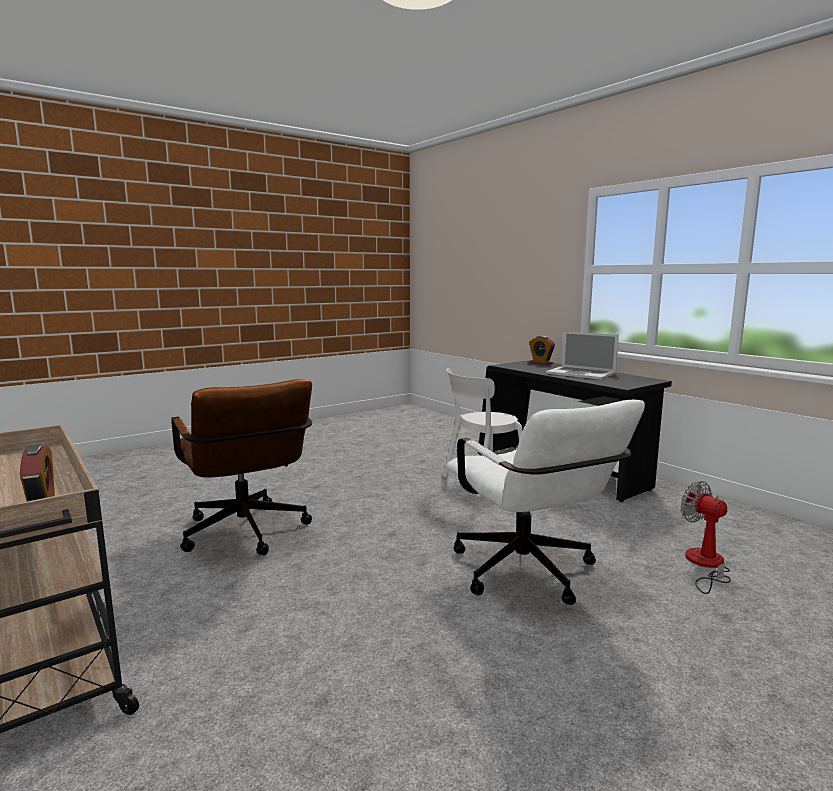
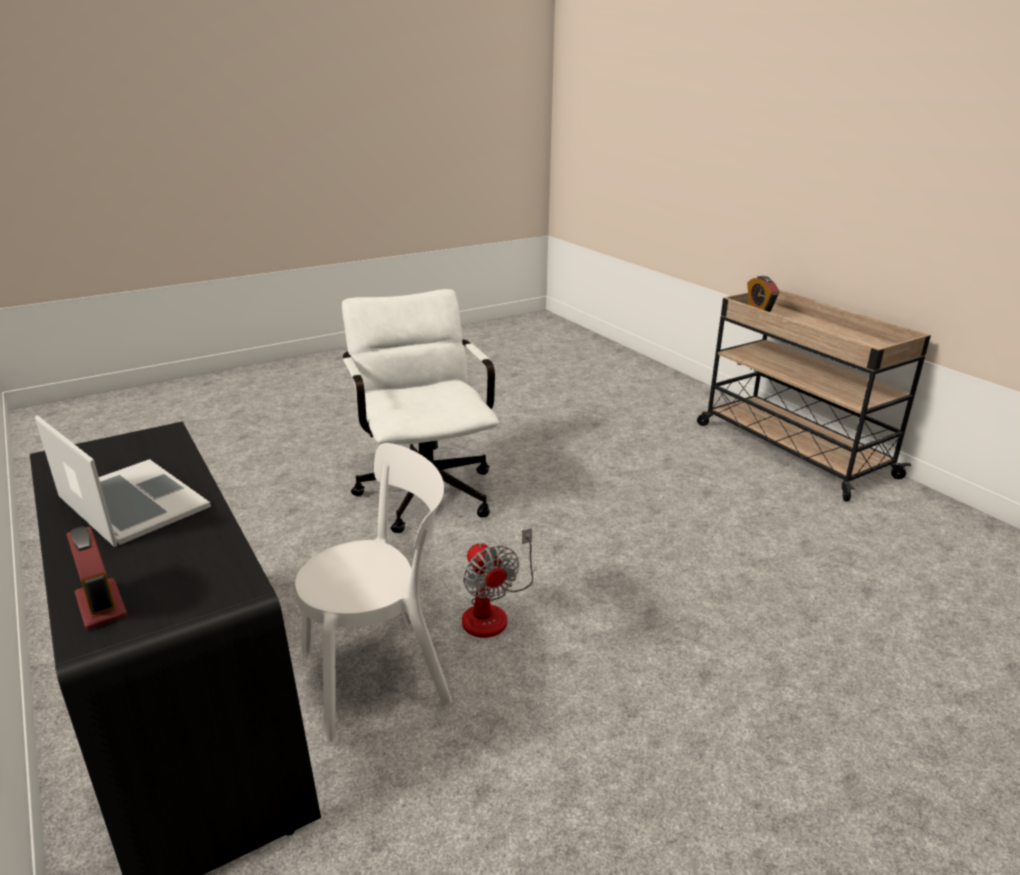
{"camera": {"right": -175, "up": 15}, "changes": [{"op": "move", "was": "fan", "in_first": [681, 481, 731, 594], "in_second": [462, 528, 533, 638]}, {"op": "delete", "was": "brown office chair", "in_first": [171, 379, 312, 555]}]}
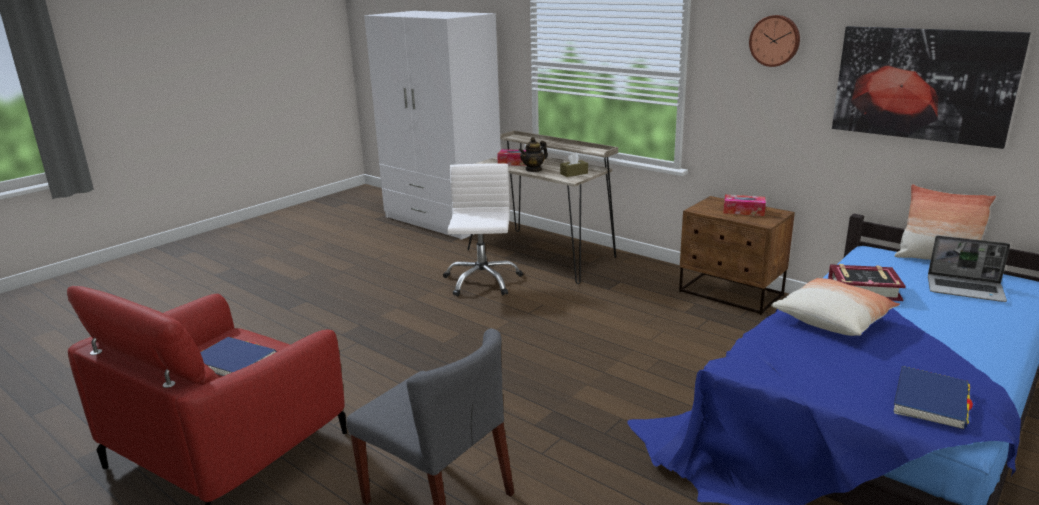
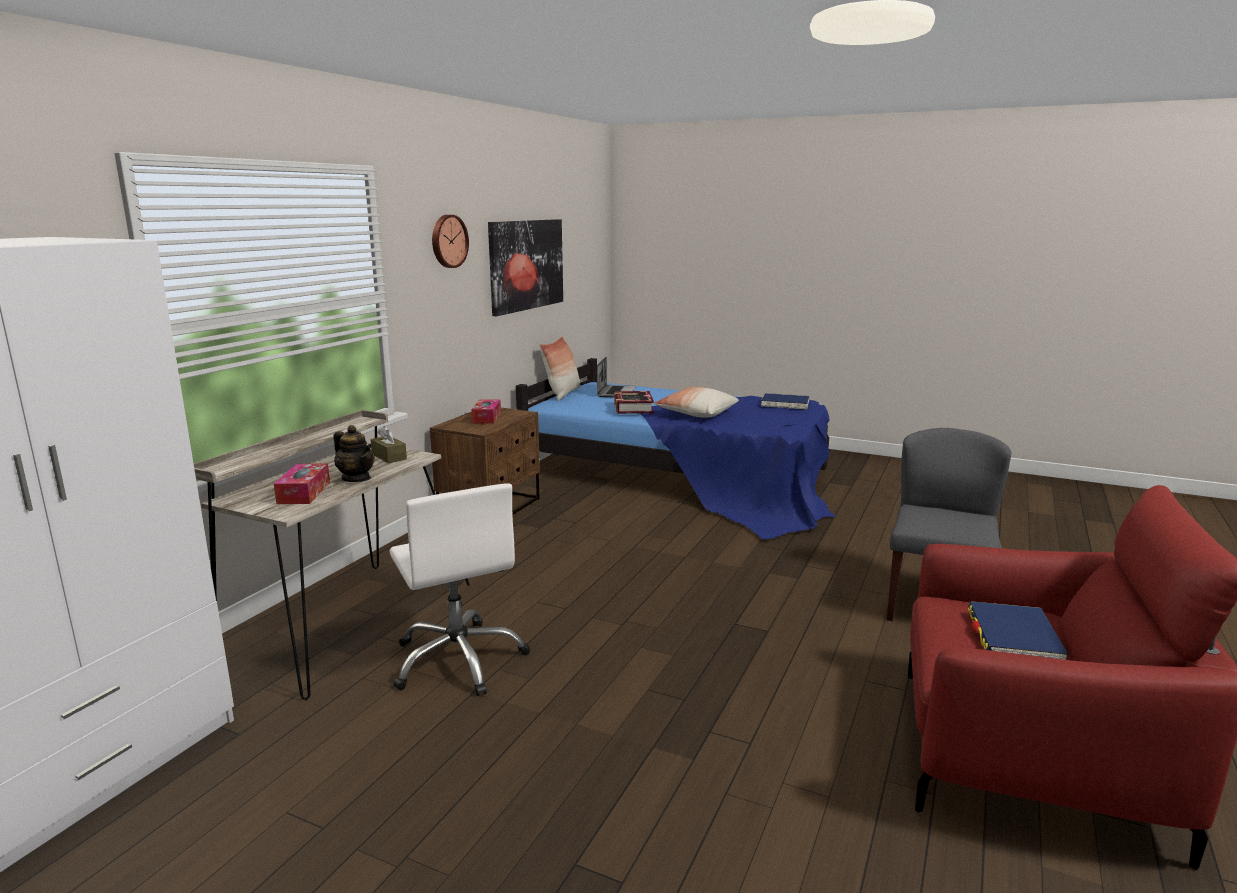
{"camera": {"right": -105, "up": -5}, "changes": [{"op": "rotate", "was": "white office chair", "in_first": [443, 164, 523, 296], "in_second": [389, 483, 530, 696], "clockwise": -105}]}
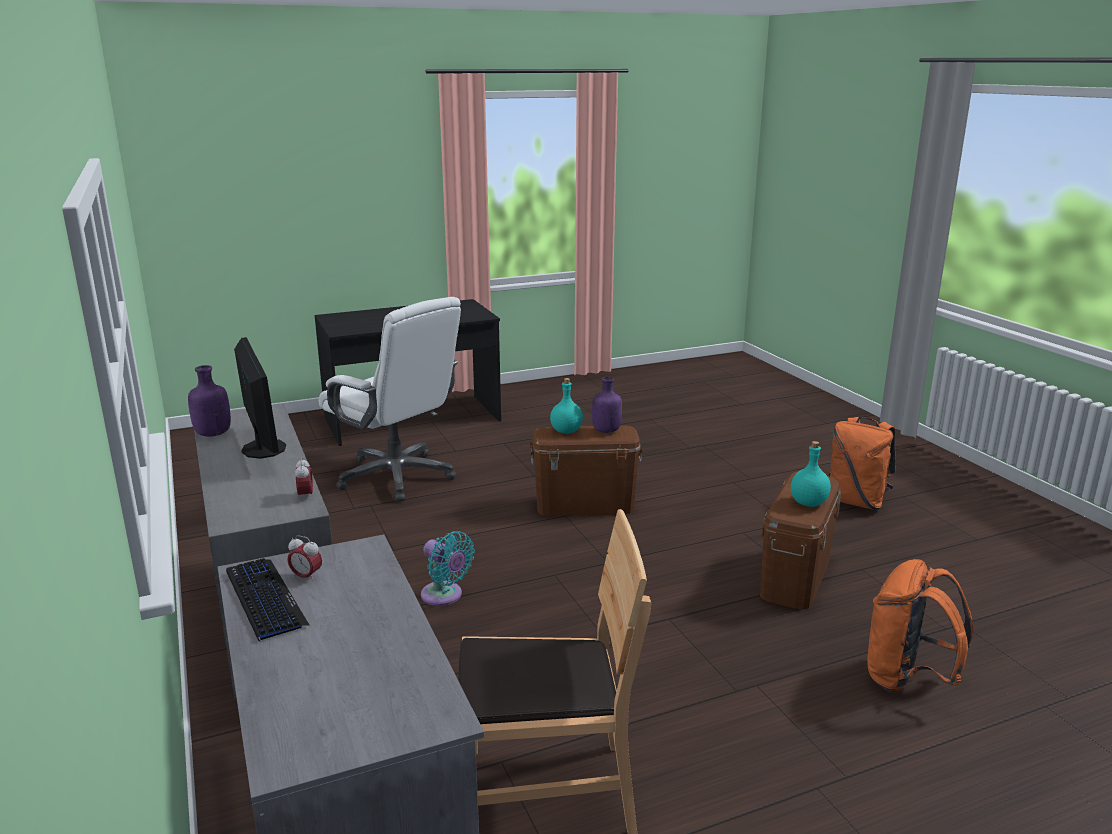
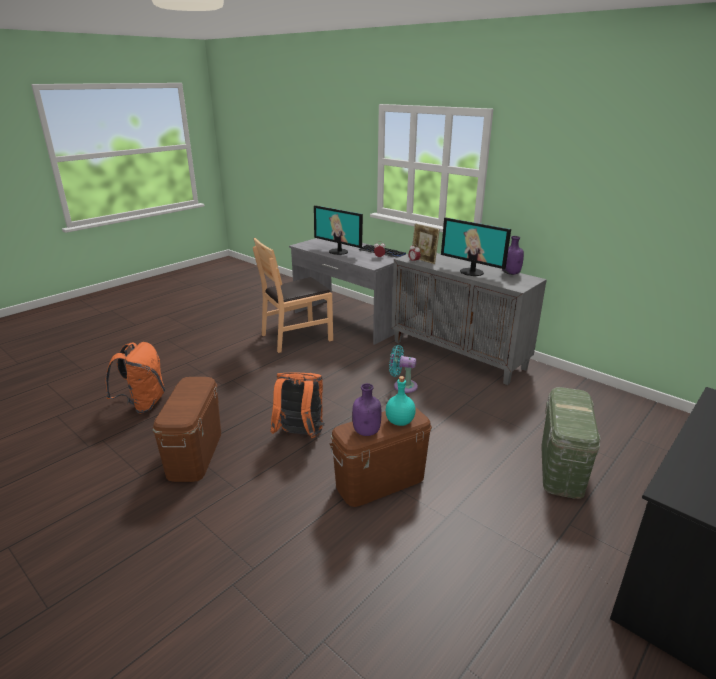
{"camera": {"right": 155, "up": 5}, "changes": [{"op": "move", "was": "orange backpack", "in_first": [829, 417, 896, 510], "in_second": [270, 372, 324, 438]}, {"op": "insert", "now": "monitor", "in_second": [314, 205, 363, 255]}, {"op": "insert", "now": "picture frame", "in_second": [412, 223, 440, 264]}, {"op": "replace", "was": "white office chair", "now": "green storage box", "in_first": [319, 297, 461, 502], "in_second": [541, 387, 601, 499]}, {"op": "delete", "was": "turquoise bottle", "in_first": [791, 441, 831, 507]}]}
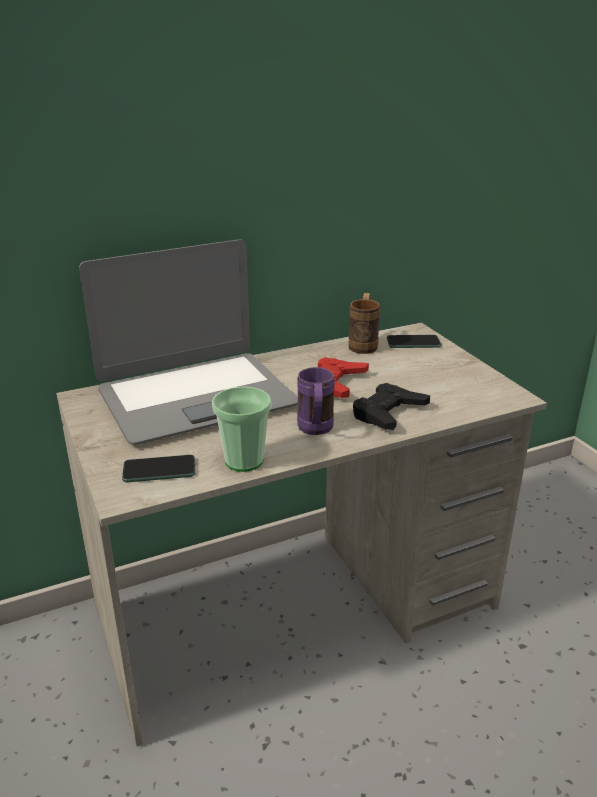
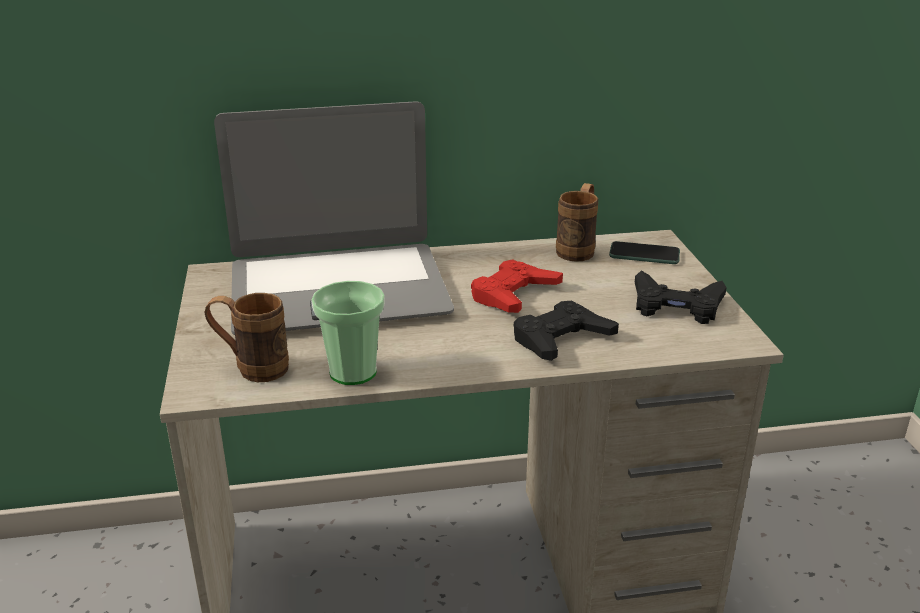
{"camera": {"right": 15, "up": 0}, "changes": [{"op": "replace", "was": "phone", "now": "brown mug", "in_first": [122, 455, 196, 482], "in_second": [204, 293, 289, 382]}, {"op": "insert", "now": "black game controller", "in_second": [635, 271, 727, 324]}, {"op": "delete", "was": "purple mug", "in_first": [297, 367, 335, 435]}]}
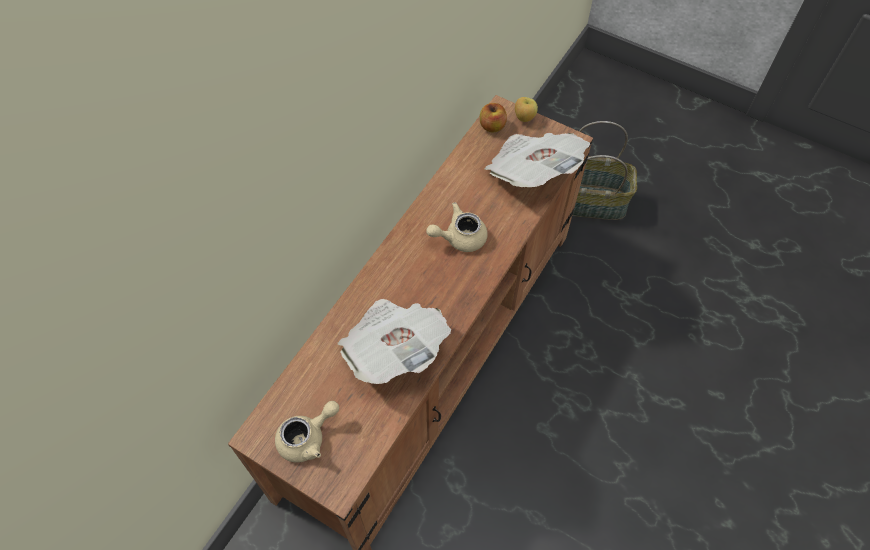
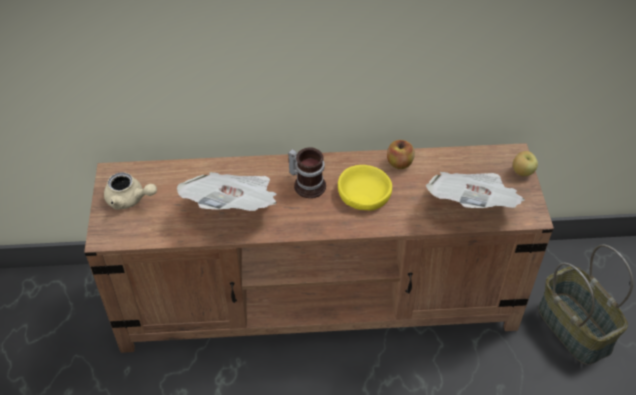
{"camera": {"right": 55, "up": -10}, "changes": [{"op": "insert", "now": "mug", "in_second": [288, 147, 326, 198]}, {"op": "replace", "was": "beige teapot", "now": "yellow bowl", "in_first": [426, 202, 488, 252], "in_second": [338, 165, 392, 211]}, {"op": "move", "was": "apple", "in_first": [480, 103, 507, 132], "in_second": [387, 140, 414, 169]}]}
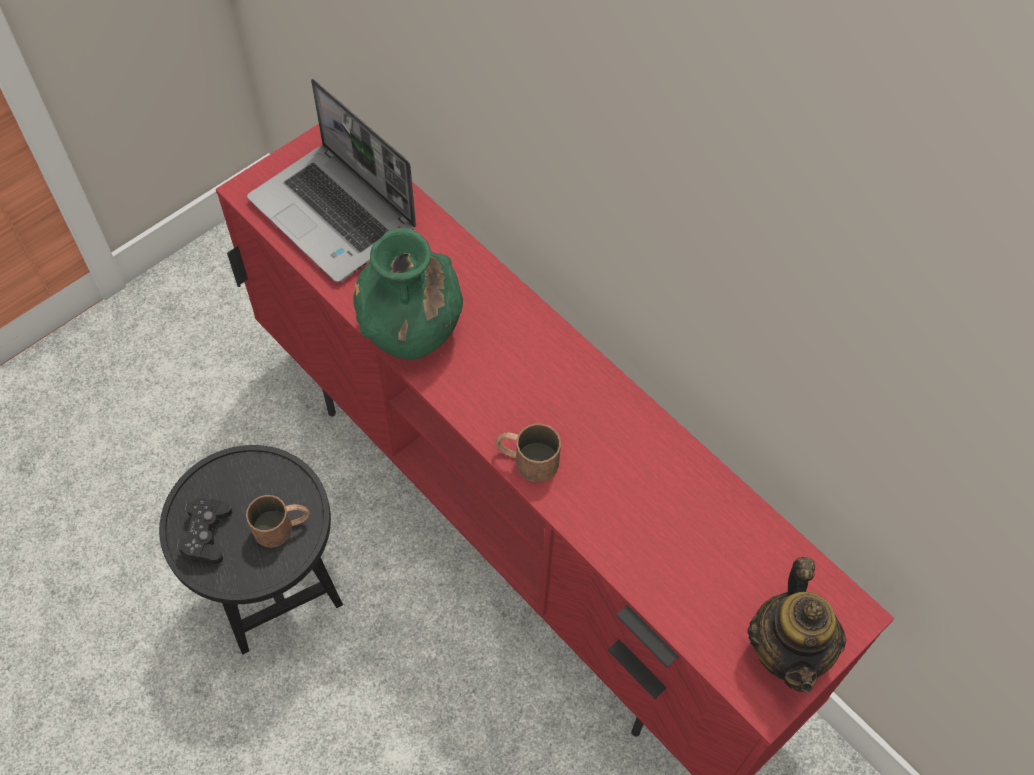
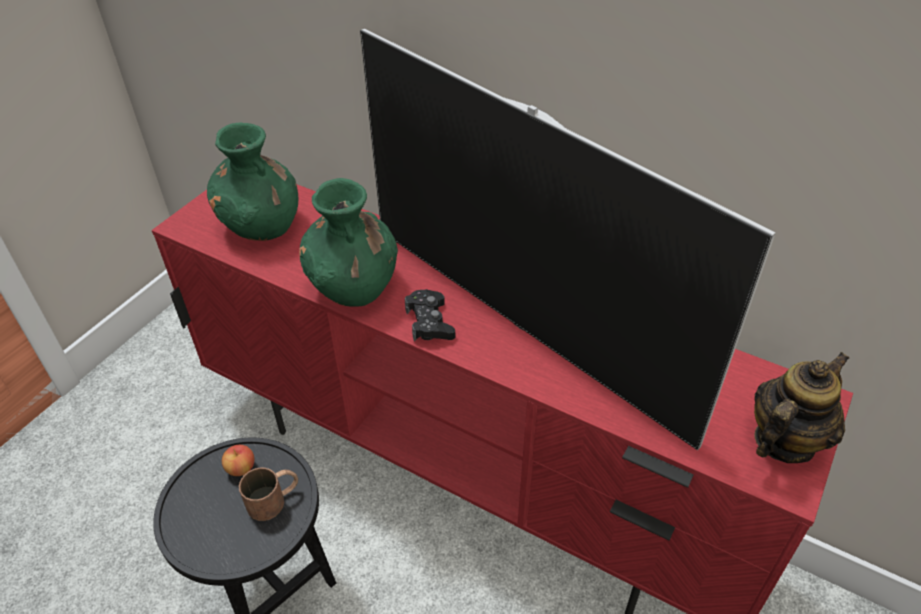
{"camera": {"right": -15, "up": -15}, "changes": [{"op": "replace", "was": "laptop", "now": "green vase", "in_first": [247, 79, 416, 282], "in_second": [207, 123, 298, 241]}, {"op": "insert", "now": "apple", "in_second": [222, 445, 255, 476]}, {"op": "insert", "now": "television", "in_second": [360, 29, 775, 450]}, {"op": "move", "was": "black game controller", "in_first": [177, 498, 232, 564], "in_second": [405, 289, 455, 342]}, {"op": "rotate", "was": "teapot", "in_first": [747, 557, 847, 692], "in_second": [754, 352, 849, 463], "clockwise": -120}, {"op": "delete", "was": "brown mug", "in_first": [495, 424, 561, 482]}]}
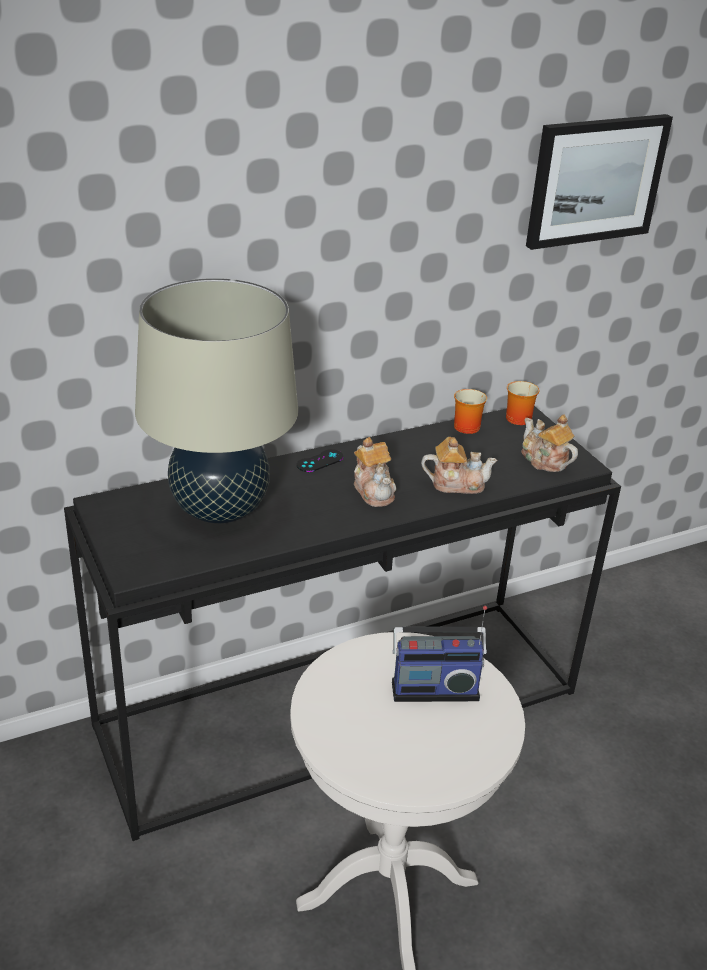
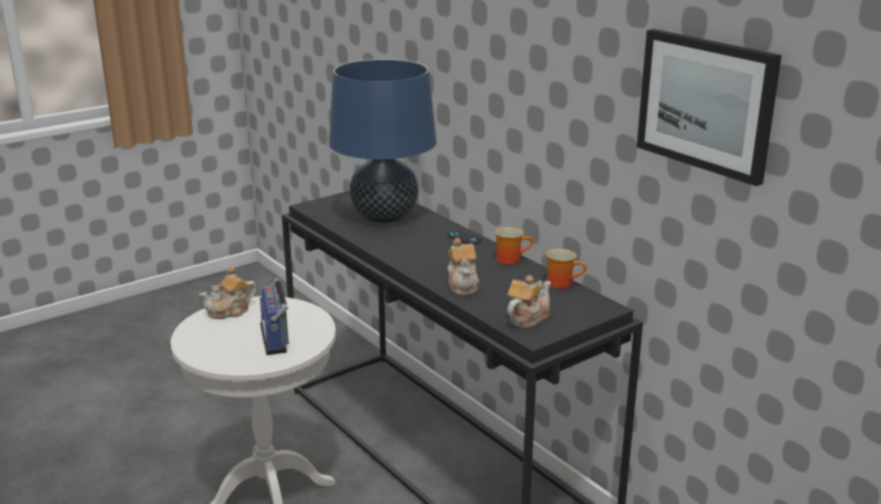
{"camera": {"right": 80, "up": -10}, "changes": [{"op": "move", "was": "teapot", "in_first": [354, 437, 397, 507], "in_second": [199, 267, 256, 319]}, {"op": "recolor", "was": "beige table lamp", "now": "blue table lamp", "in_first": [135, 278, 298, 523], "in_second": [329, 59, 437, 224]}, {"op": "move", "was": "mug", "in_first": [506, 381, 540, 425], "in_second": [495, 227, 533, 265]}]}
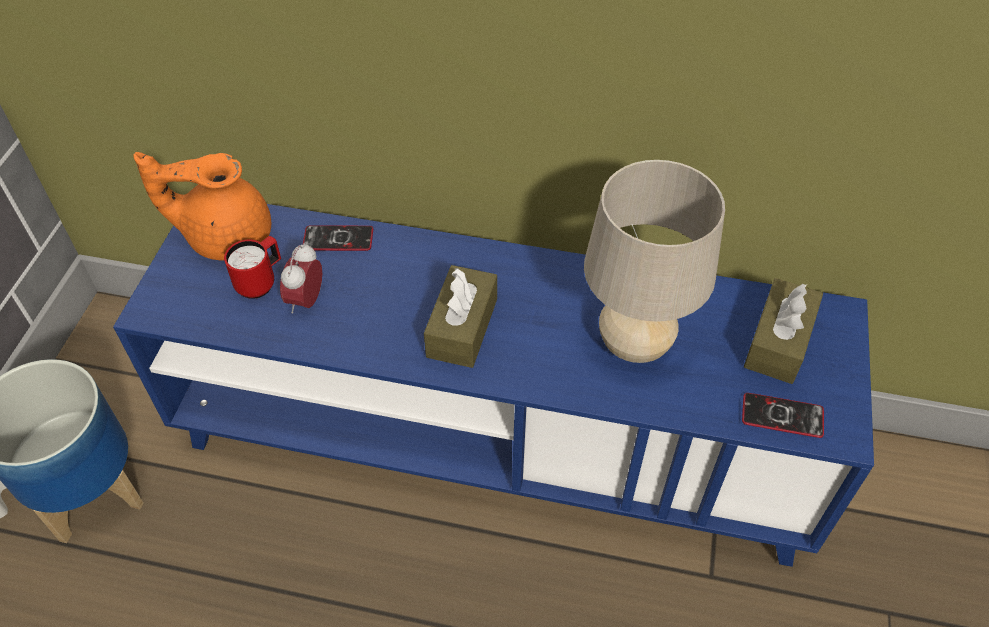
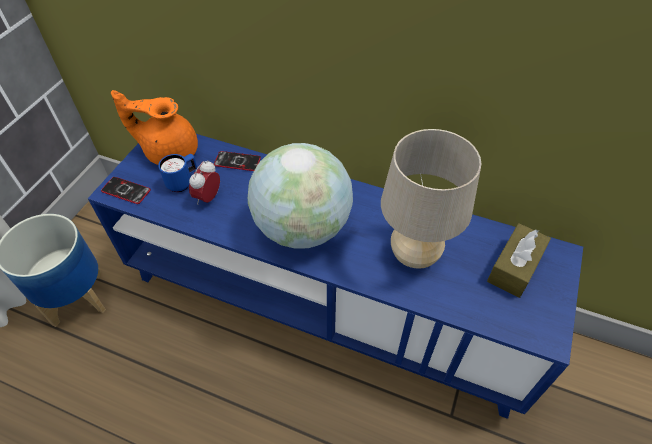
{"camera": {"right": 10, "up": 0}, "changes": [{"op": "move", "was": "phone", "in_first": [742, 393, 824, 438], "in_second": [101, 177, 151, 204]}, {"op": "recolor", "was": "red mug", "now": "blue mug", "in_first": [224, 236, 281, 299], "in_second": [158, 154, 197, 192]}, {"op": "replace", "was": "brown tissue box", "now": "globe", "in_first": [424, 265, 497, 368], "in_second": [248, 143, 353, 249]}]}
